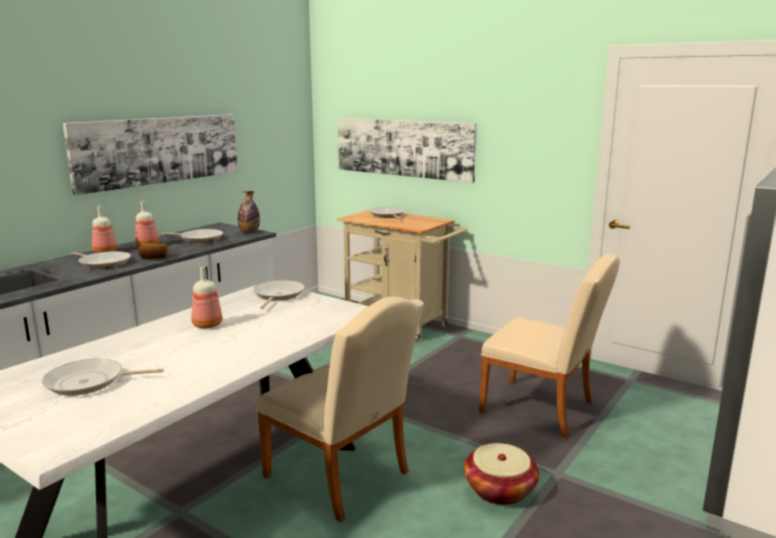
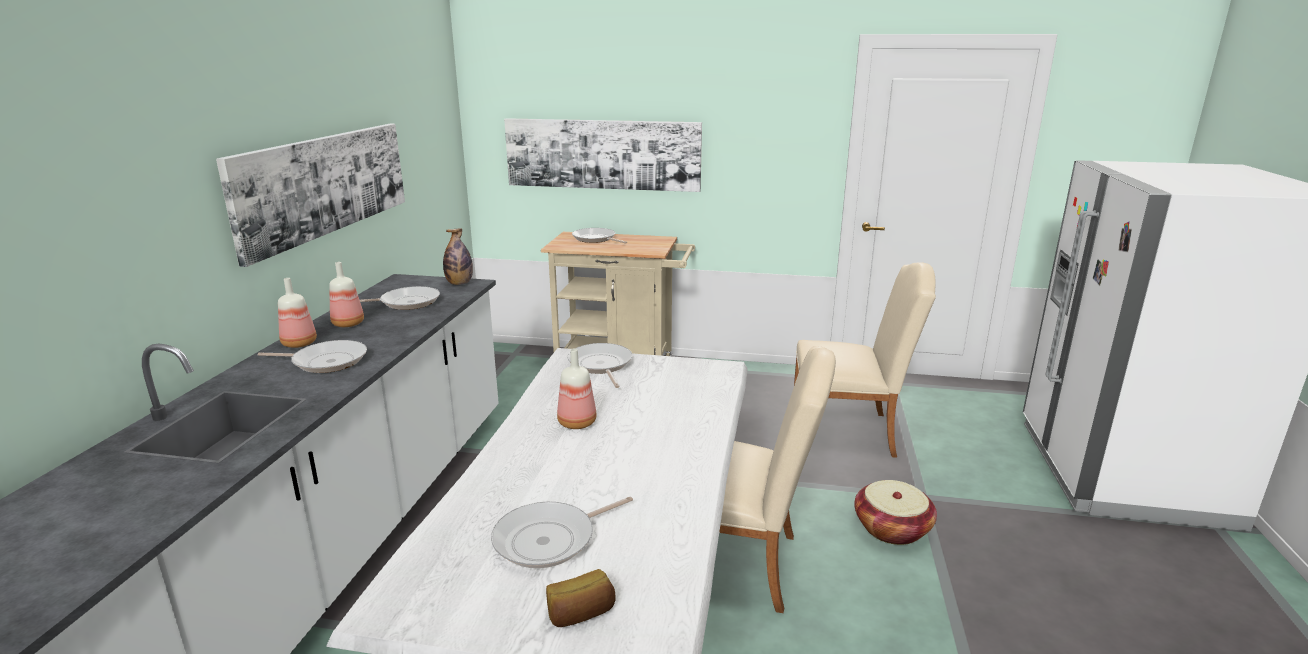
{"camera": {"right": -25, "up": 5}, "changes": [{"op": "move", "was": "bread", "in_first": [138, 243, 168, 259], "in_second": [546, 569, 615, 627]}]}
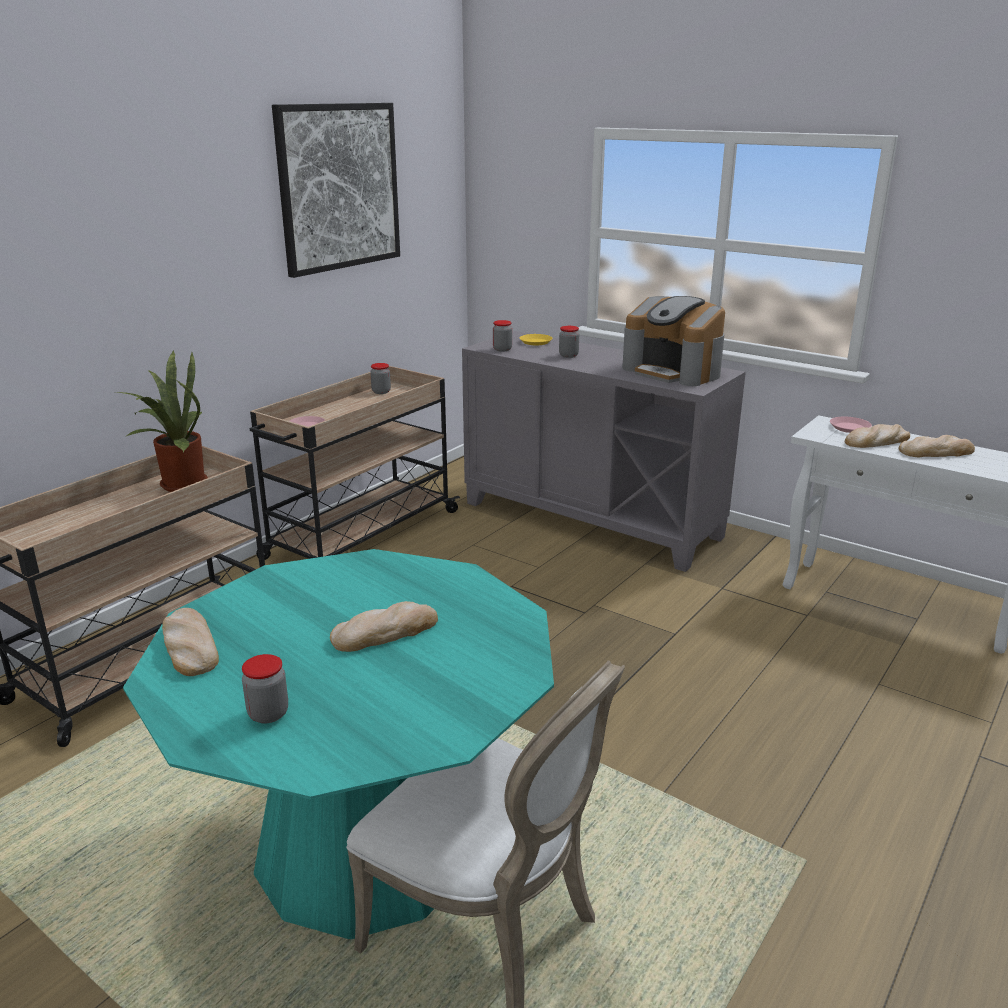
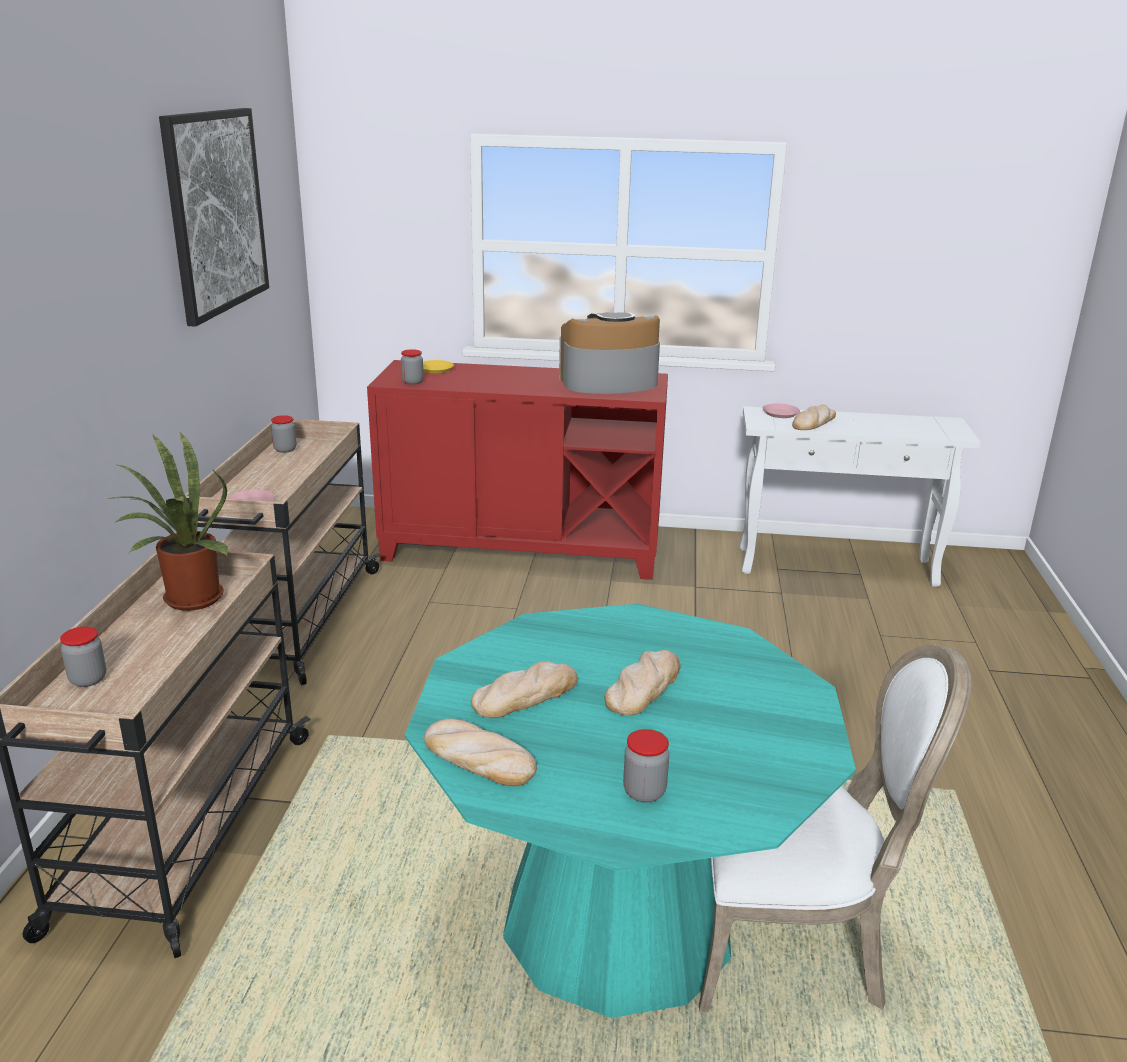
{"camera": {"right": -30, "up": 0}, "changes": [{"op": "move", "was": "jar", "in_first": [559, 326, 579, 358], "in_second": [60, 627, 106, 687]}, {"op": "recolor", "was": "grey cabinet", "now": "red cabinet", "in_first": [462, 331, 746, 572], "in_second": [367, 360, 668, 580]}, {"op": "move", "was": "bread", "in_first": [899, 435, 975, 457], "in_second": [471, 661, 578, 718]}, {"op": "rotate", "was": "coffee machine", "in_first": [622, 296, 725, 386], "in_second": [559, 312, 660, 394], "clockwise": 150}]}
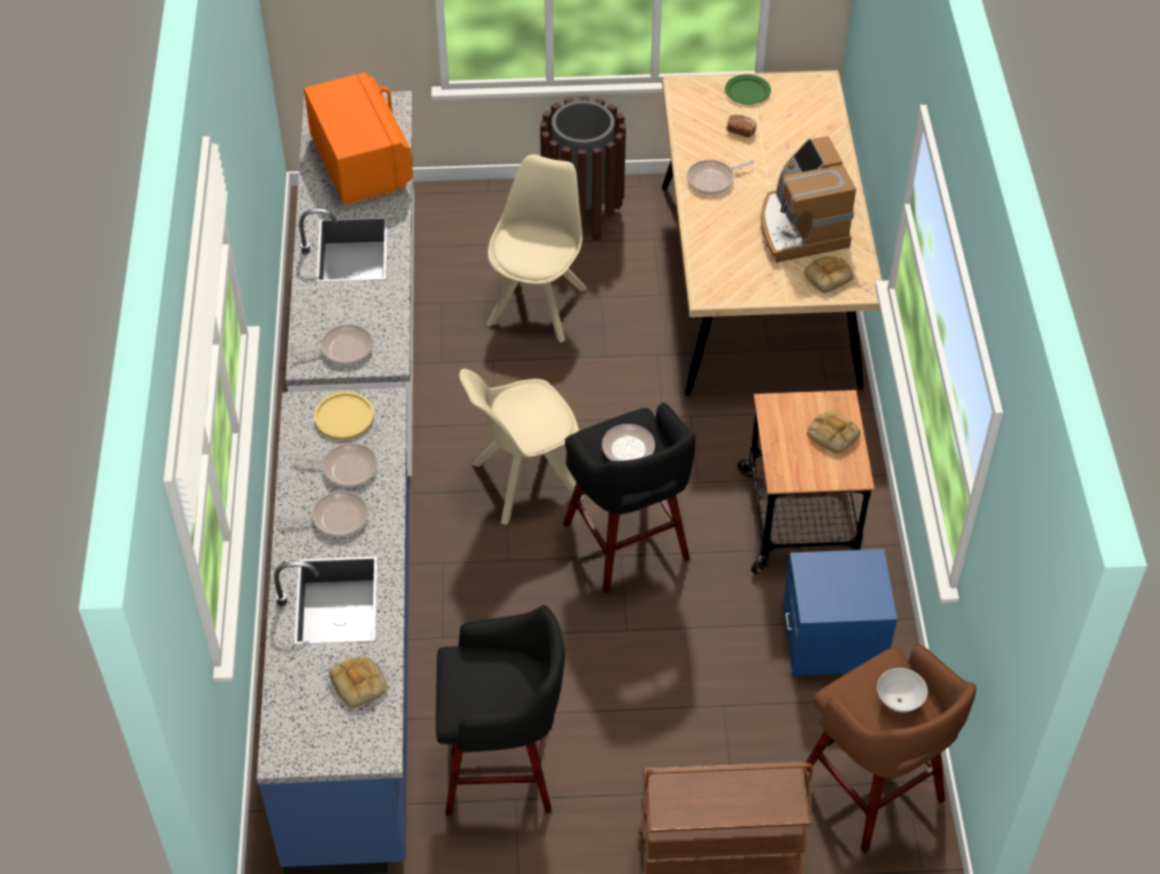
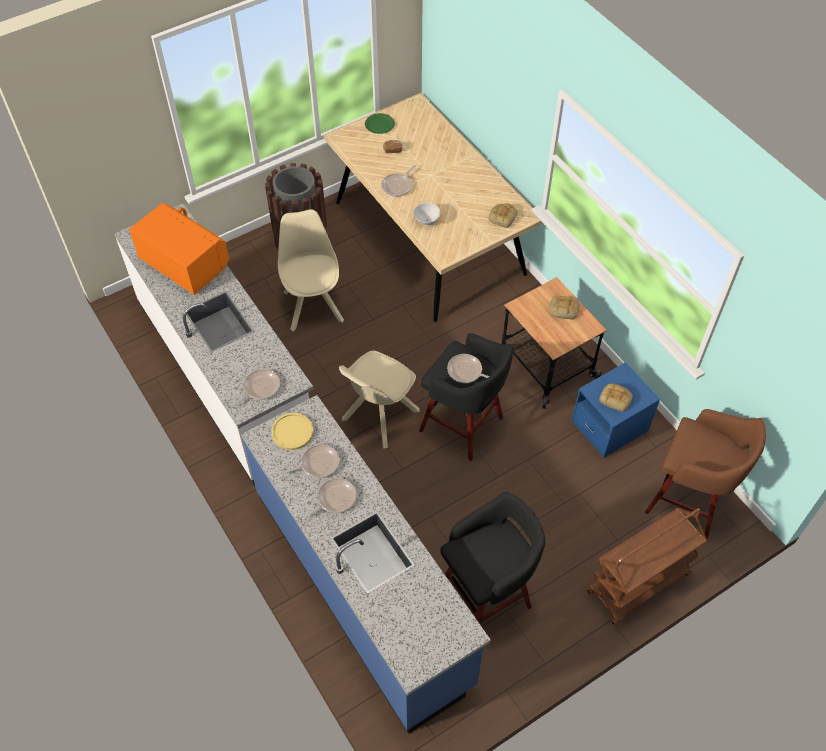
{"camera": {"right": -30, "up": 5}, "changes": [{"op": "move", "was": "white bowl", "in_first": [877, 668, 928, 712], "in_second": [414, 203, 440, 225]}, {"op": "move", "was": "bread", "in_first": [329, 655, 387, 708], "in_second": [599, 384, 633, 412]}, {"op": "delete", "was": "coffee machine", "in_first": [761, 136, 856, 263]}]}
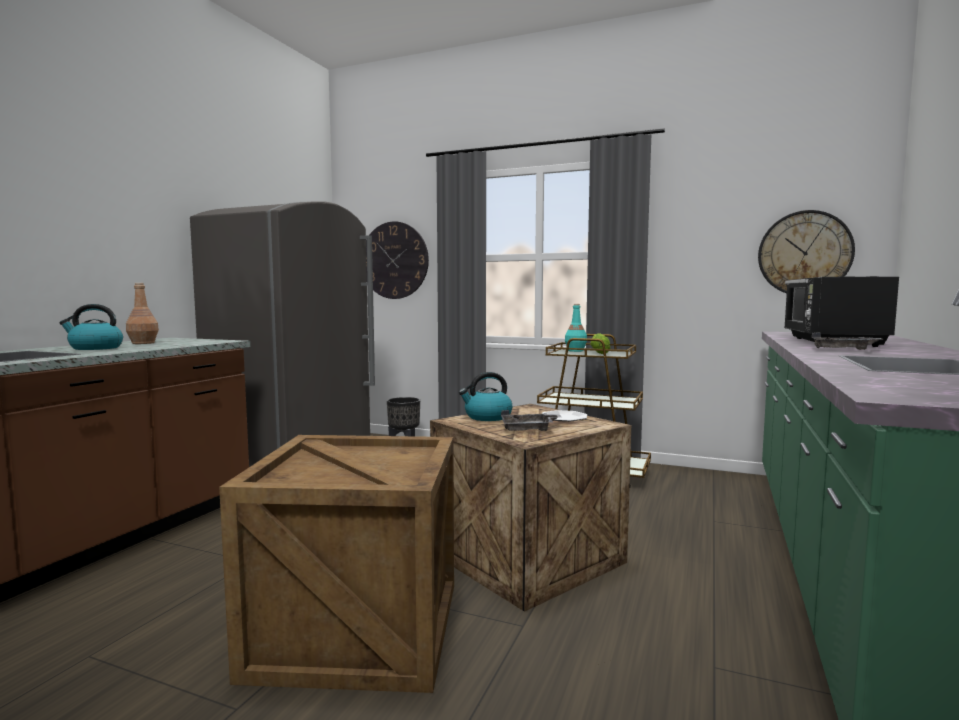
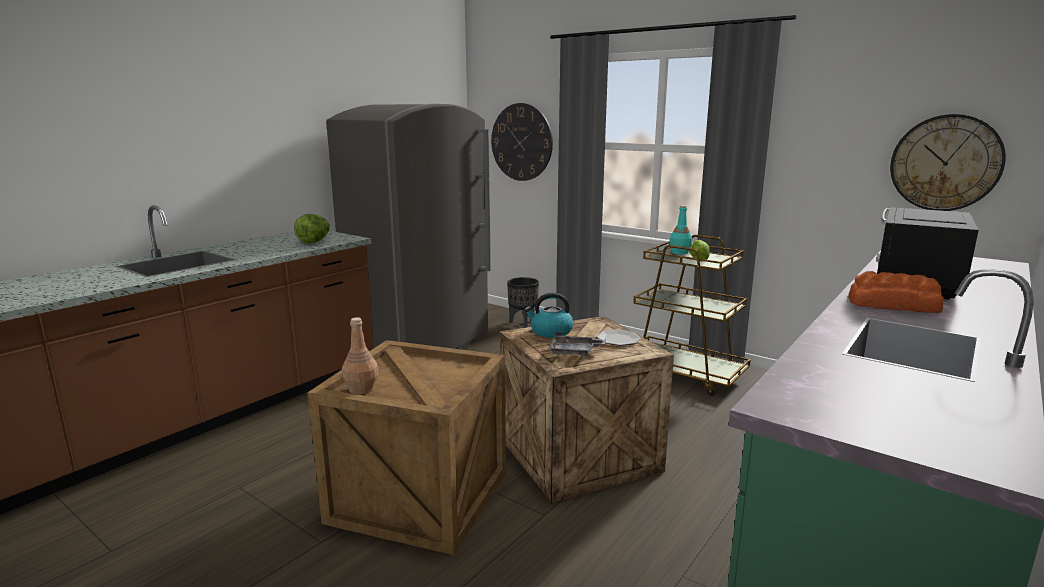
{"camera": {"right": 15, "up": 10}, "changes": [{"op": "insert", "now": "lettuce", "in_second": [294, 214, 330, 243]}, {"op": "move", "was": "brown bottle", "in_first": [126, 283, 159, 344], "in_second": [342, 317, 378, 395]}, {"op": "replace", "was": "grey tray", "now": "bread", "in_first": [811, 333, 881, 350], "in_second": [848, 271, 943, 313]}, {"op": "delete", "was": "kettle", "in_first": [59, 304, 123, 350]}]}
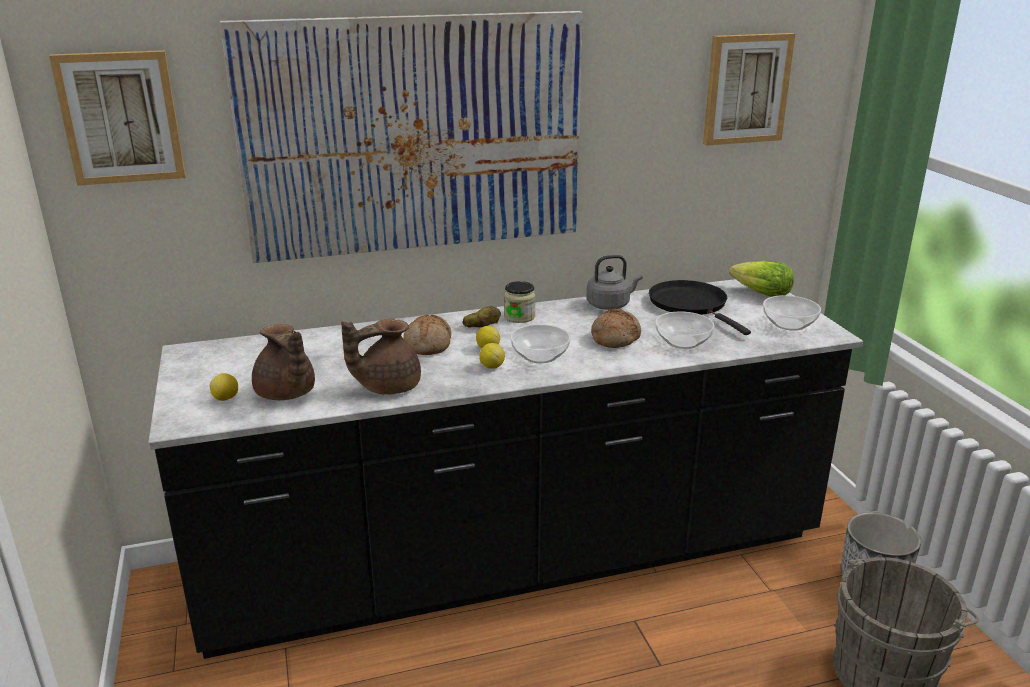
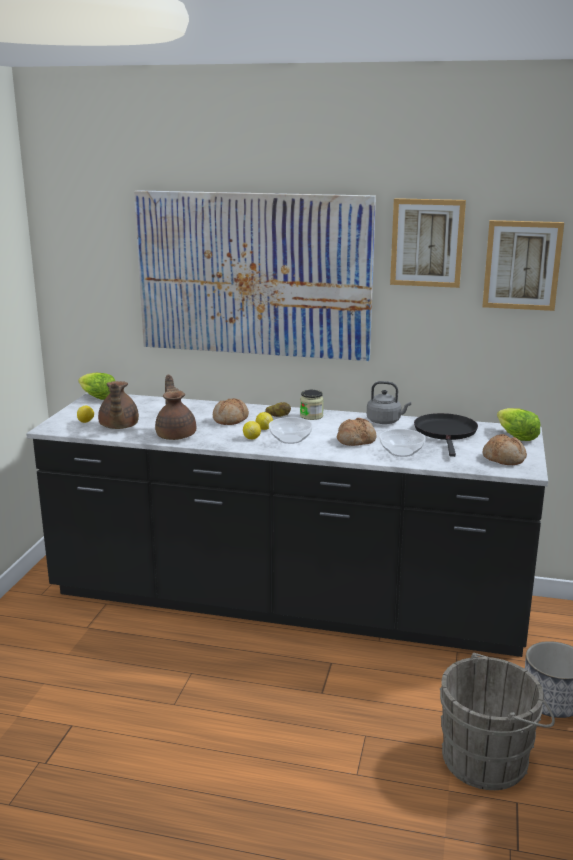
{"camera": {"right": 30, "up": -5}, "changes": [{"op": "insert", "now": "lettuce", "in_second": [78, 372, 115, 400]}, {"op": "rotate", "was": "brown teapot", "in_first": [341, 319, 421, 395], "in_second": [155, 375, 196, 440], "clockwise": 75}, {"op": "move", "was": "picture", "in_first": [49, 50, 186, 186], "in_second": [390, 198, 466, 288]}, {"op": "replace", "was": "bowl", "now": "bread", "in_first": [763, 295, 821, 331], "in_second": [483, 434, 527, 465]}]}
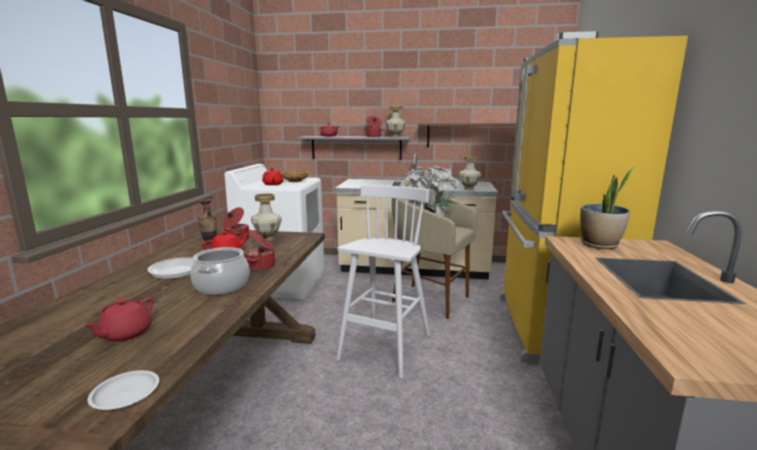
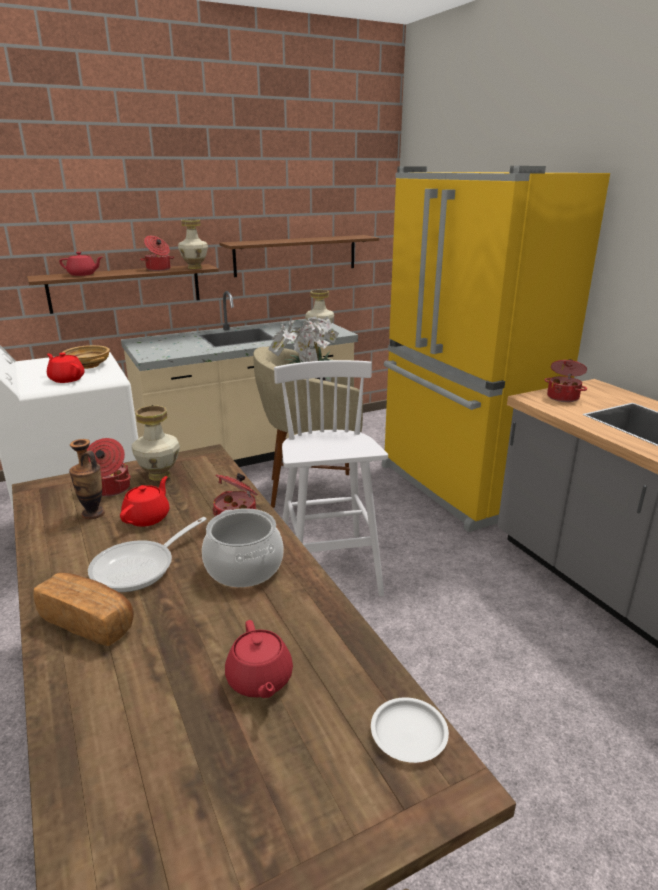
{"camera": {"right": -35, "up": 10}, "changes": [{"op": "recolor", "was": "grey shelf", "now": "brown shelf", "in_first": [297, 136, 410, 160], "in_second": [27, 264, 219, 314]}, {"op": "insert", "now": "bread", "in_second": [34, 573, 134, 646]}, {"op": "replace", "was": "potted plant", "now": "cooking pot", "in_first": [580, 167, 635, 249], "in_second": [545, 359, 587, 402]}]}
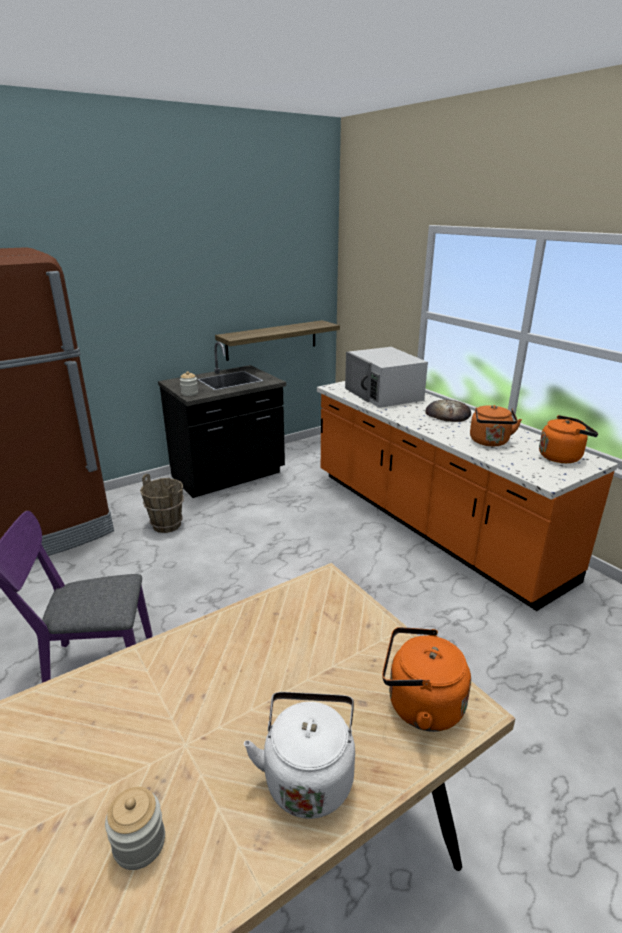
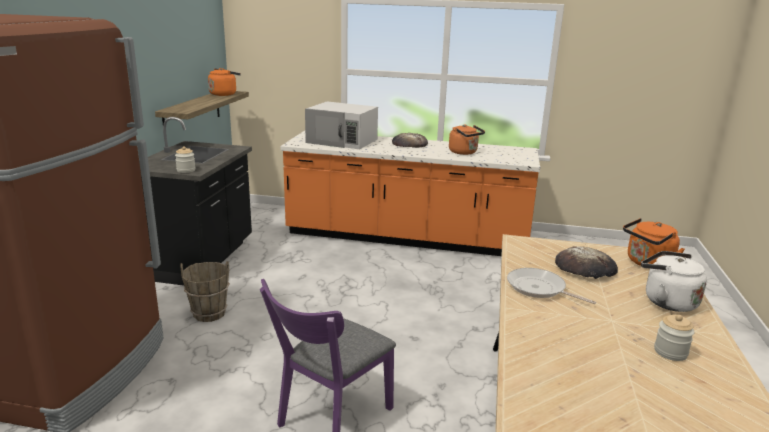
{"camera": {"right": -45, "up": -5}, "changes": [{"op": "move", "was": "orange kettle", "in_first": [539, 415, 599, 463], "in_second": [208, 68, 241, 96]}, {"op": "insert", "now": "frying pan", "in_second": [507, 268, 596, 304]}, {"op": "insert", "now": "bread", "in_second": [555, 246, 618, 279]}]}
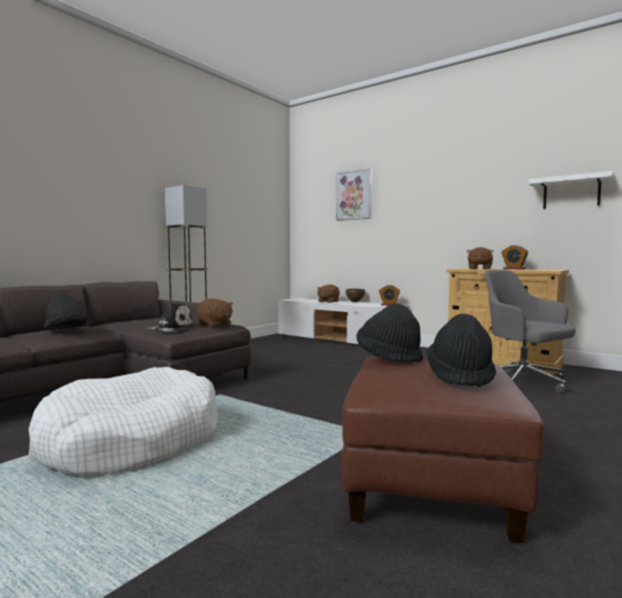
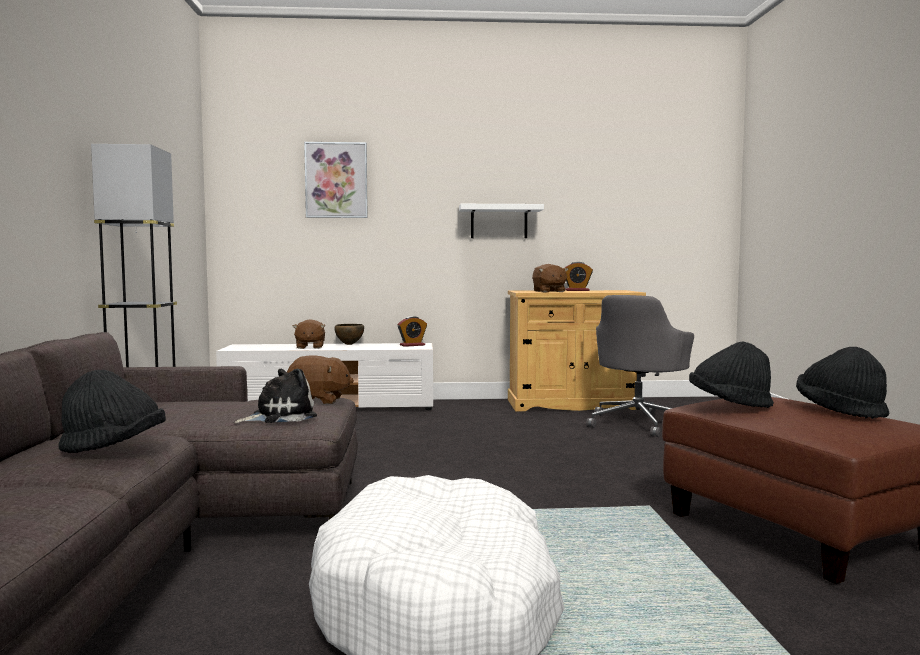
{"camera": {"right": -40, "up": 0}, "changes": [{"op": "move", "was": "white shelf", "in_first": [528, 171, 615, 209], "in_second": [459, 204, 544, 238]}, {"op": "rotate", "was": "grey office chair", "in_first": [484, 270, 576, 393], "in_second": [586, 295, 694, 437], "clockwise": -75}]}
